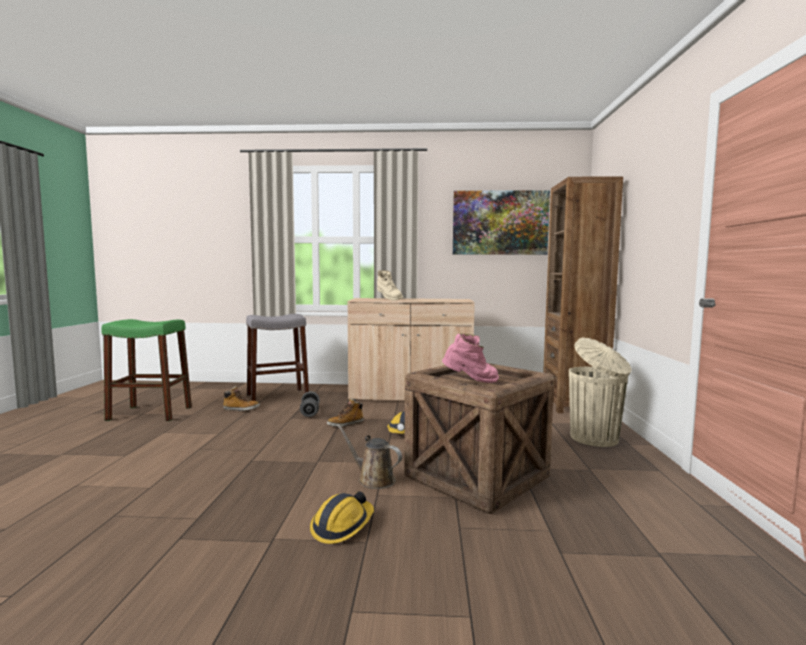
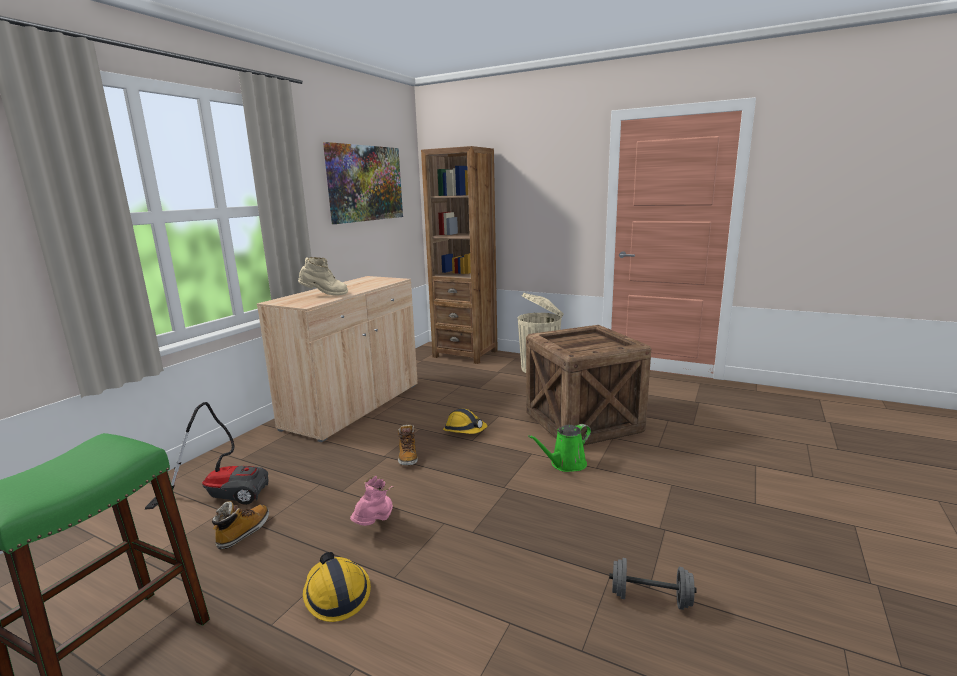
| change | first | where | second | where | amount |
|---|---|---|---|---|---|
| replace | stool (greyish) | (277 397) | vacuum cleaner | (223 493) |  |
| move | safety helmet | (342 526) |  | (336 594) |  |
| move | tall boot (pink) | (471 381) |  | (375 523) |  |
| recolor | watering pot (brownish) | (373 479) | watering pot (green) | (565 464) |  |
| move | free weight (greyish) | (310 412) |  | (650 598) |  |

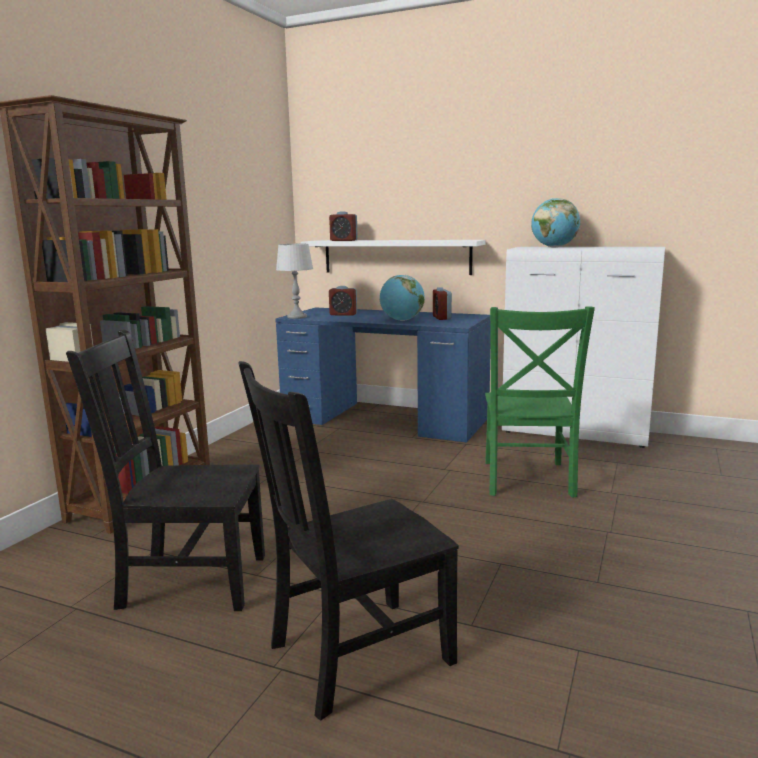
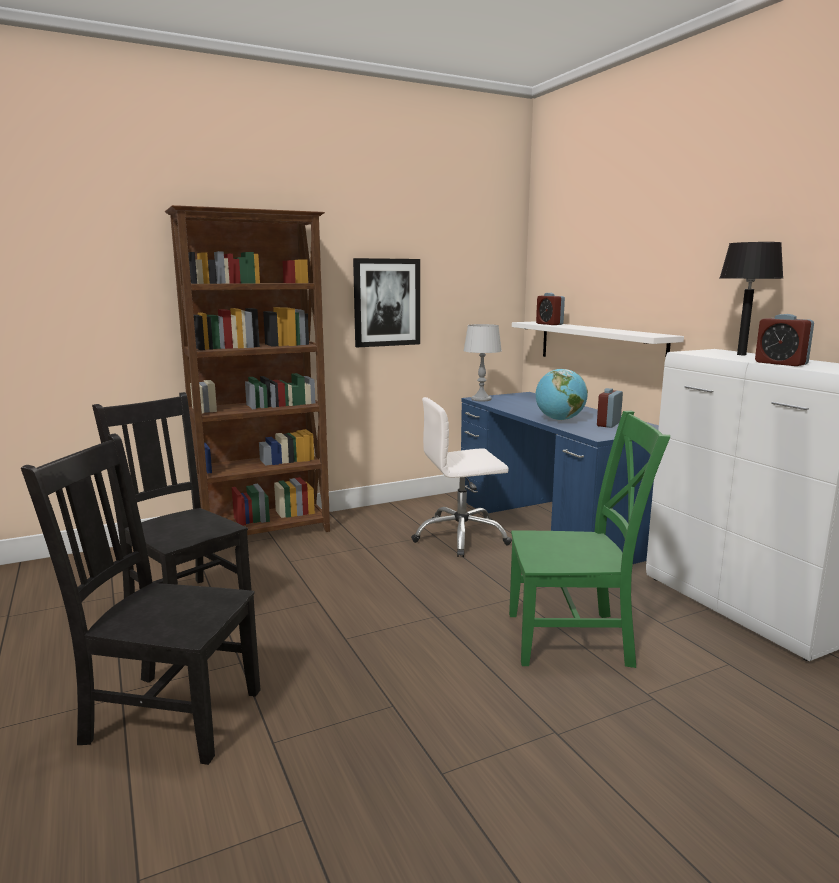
| change | first | where | second | where | amount |
|---|---|---|---|---|---|
| insert |  |  | wall art | (386 302) |  |
| insert |  |  | computer chair (white) | (461 537) |  |
| rotate | plain chair (green) | (527 480) |  | (574 639) | 135 degrees counterclockwise |
| replace | world globe | (554 247) | table lamp (black) | (742 354) |  |
| move | alarm clock | (343 314) |  | (780 363) |  |

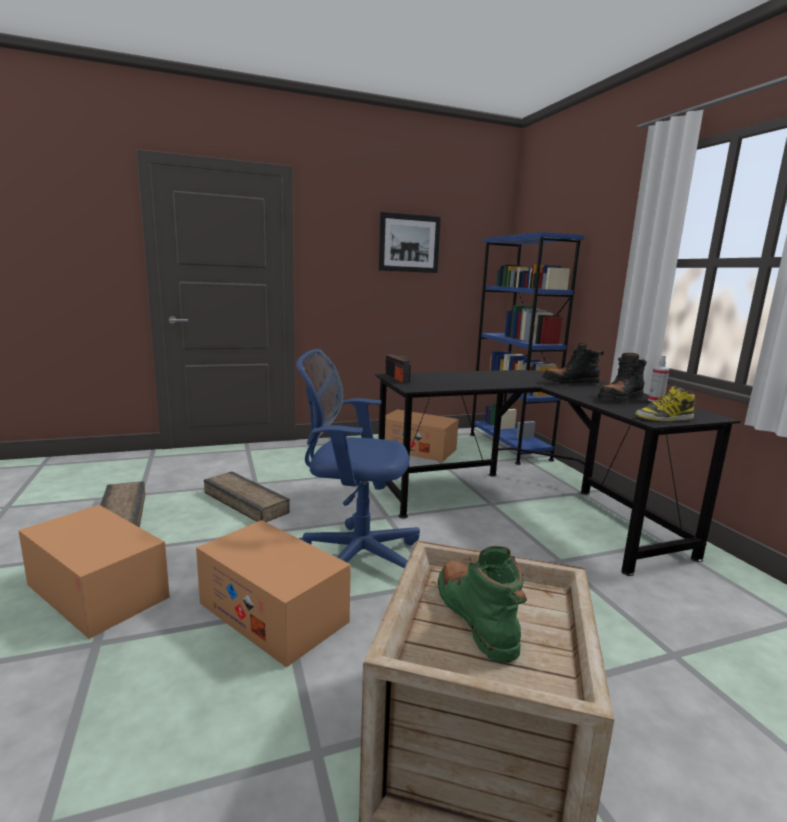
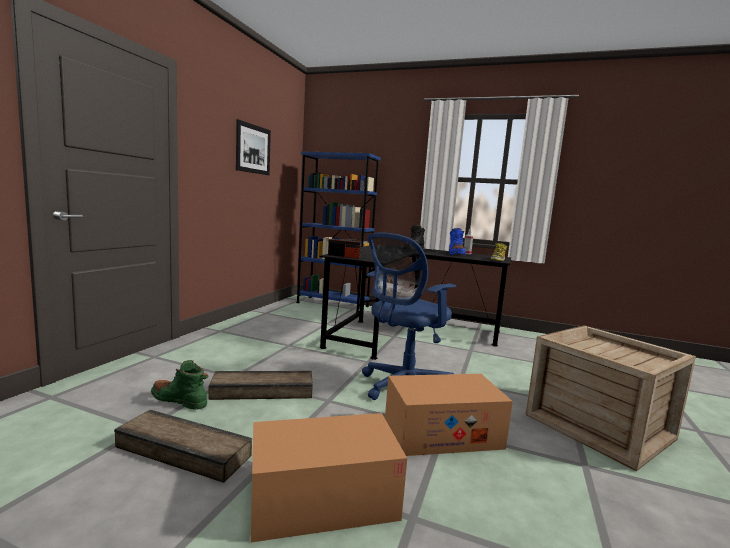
| change | first | where | second | where | amount |
|---|---|---|---|---|---|
| move | tall boot (green) | (476 618) |  | (179 400) |  |
| recolor | tall boot (black) | (620 398) | tall boot (blue-coloured) | (455 254) |  |
| delete | cardboard box | (417 449) |  |  |  |

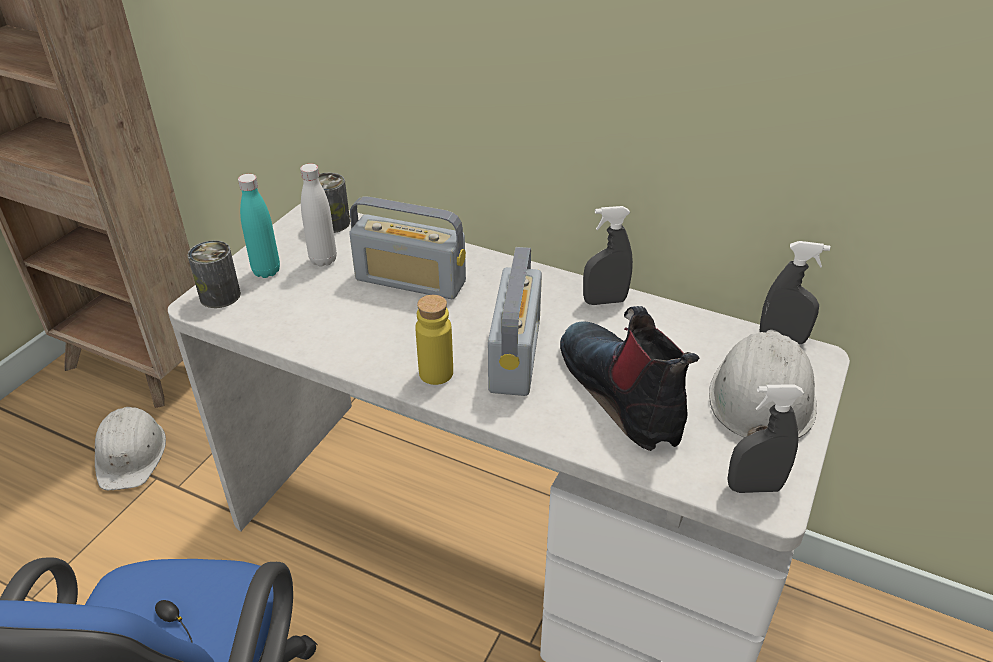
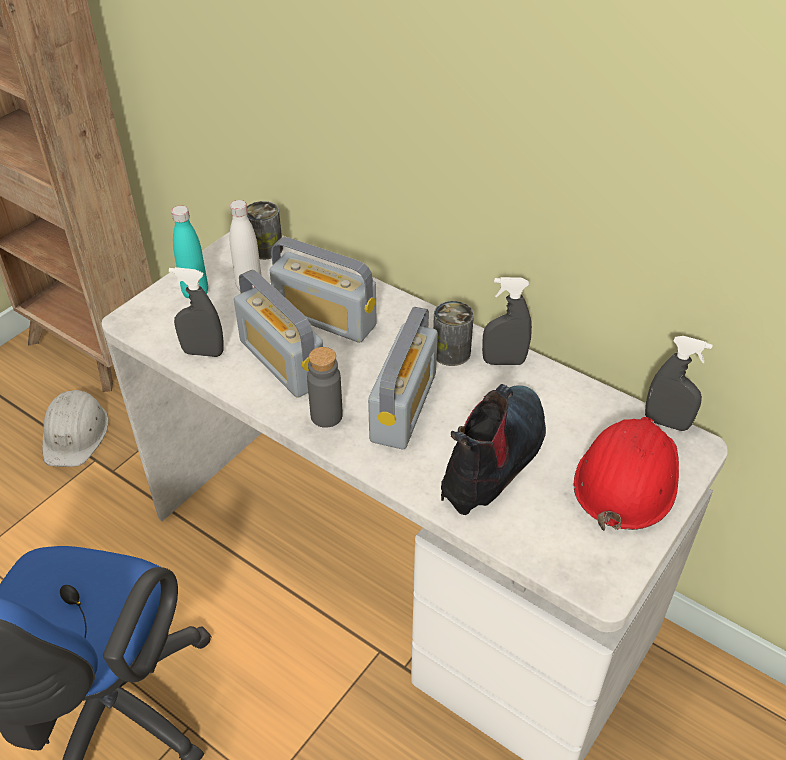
| change | first | where | second | where | amount |
|---|---|---|---|---|---|
| move | sprayer (greyish) | (754 487) |  | (203 352) |  |
| insert |  |  | radio set | (282 362) |  |
| recolor | drink bottle (yellow) | (436 373) | drink bottle (greyish) | (326 416) |  |
| move | sealed can | (220 295) |  | (451 352) |  |
| rotate | tall boot | (623 394) |  | (494 459) | 45 degrees clockwise |
| recolor | safety helmet (white) | (761 395) | safety helmet (red-coloured) | (626 479) |  |

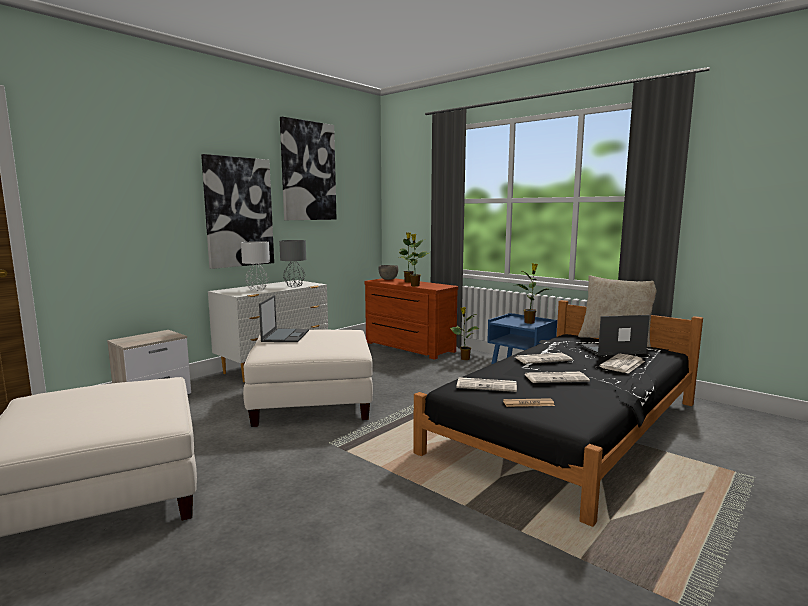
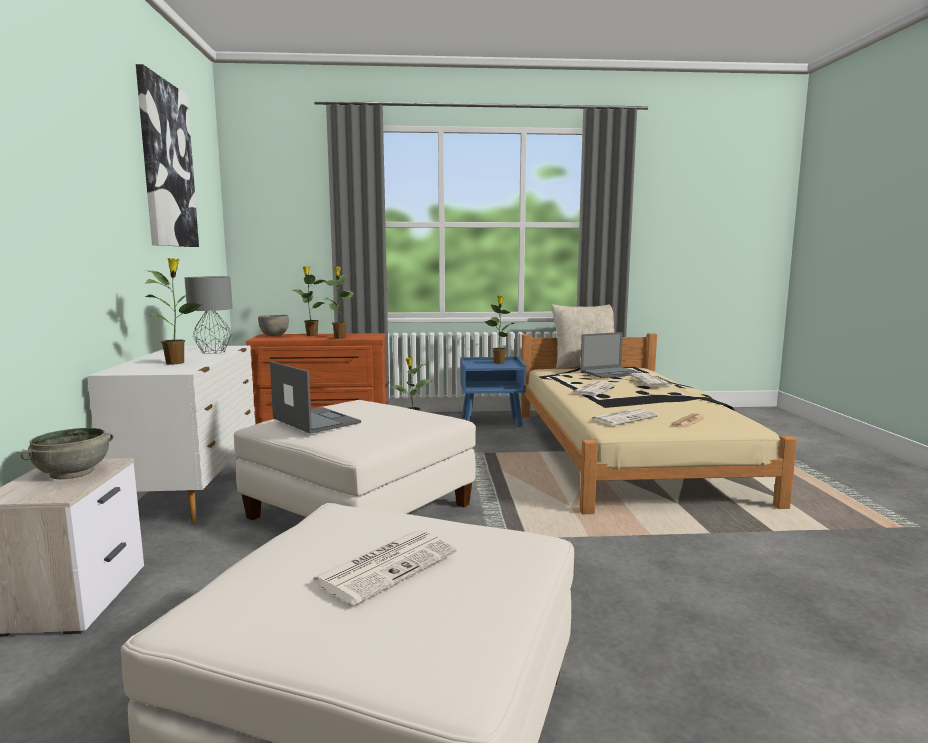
| change | first | where | second | where | amount |
|---|---|---|---|---|---|
| insert |  |  | serving bowl (greyish) | (73 473) |  |
| replace | table lamp (greyish) | (257 289) | potted plant | (176 363) |  |
| move | newspaper | (556 378) |  | (387 565) |  |
| recolor | sleeping bed (black) | (569 426) | sleeping bed (sand-coloured) | (624 451) |  |
| rotate | portable computer | (611 349) |  | (611 373) | 150 degrees counterclockwise |
| delete | wall art | (238 212) |  |  |  |

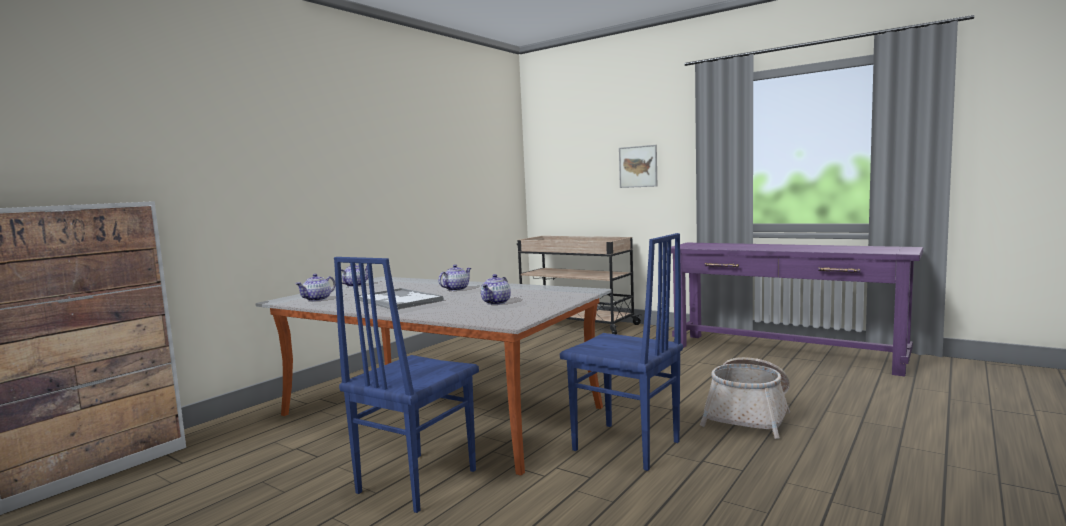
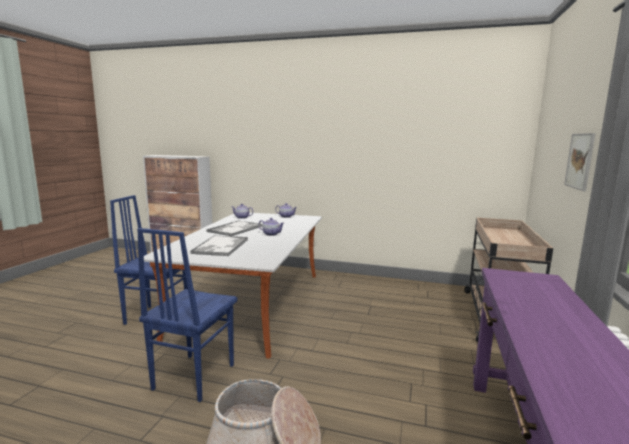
| change | first | where | second | where | amount |
|---|---|---|---|---|---|
| replace | pot for tea | (496 303) | tray | (220 246) |  |

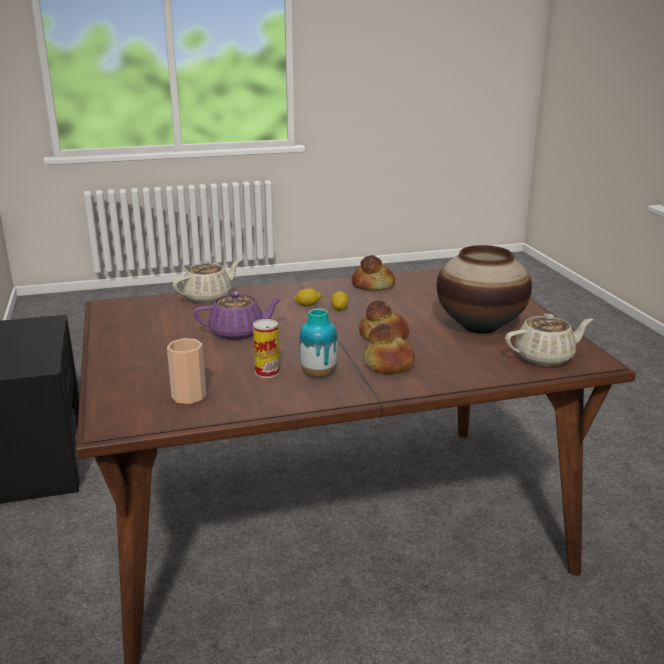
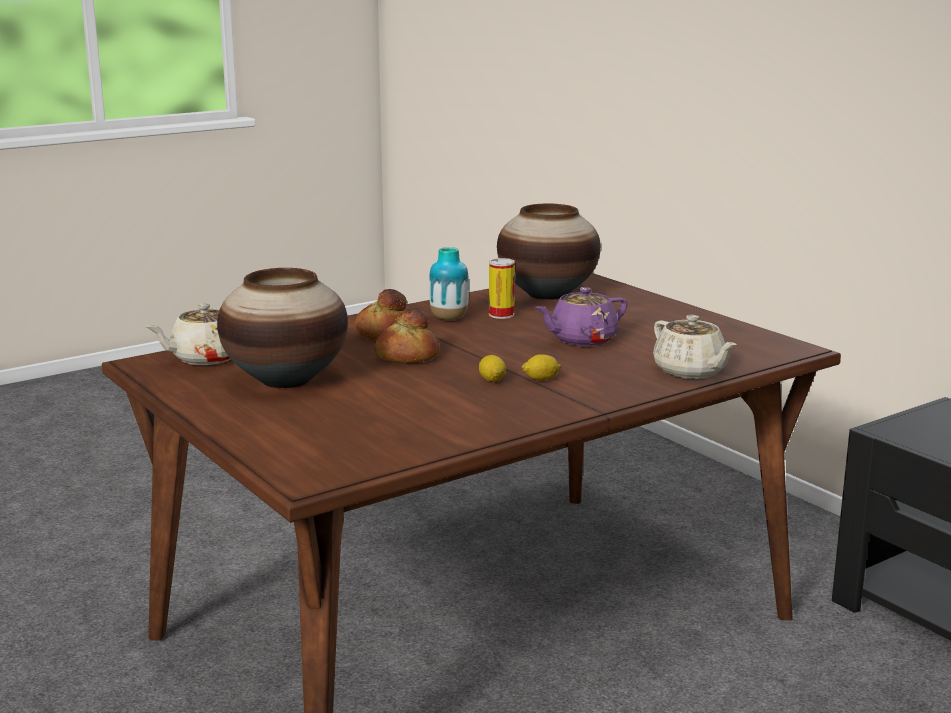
| change | first | where | second | where | amount |
|---|---|---|---|---|---|
| replace | small cup | (189 396) | decorative vase | (548 295) |  |
| rotate | pot for tea (sand-coloured) | (208 297) |  | (690 372) | 60 degrees counterclockwise |
| delete | bakery bread | (373 285) |  |  |  |

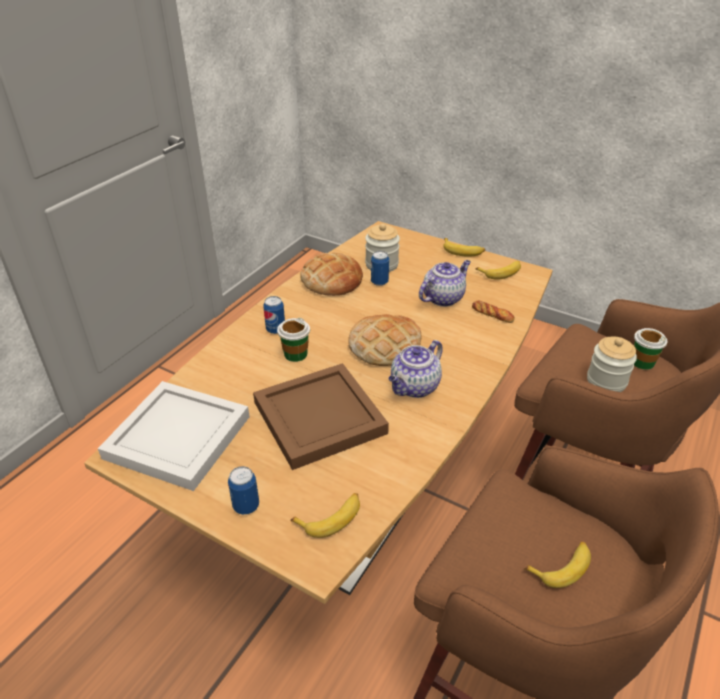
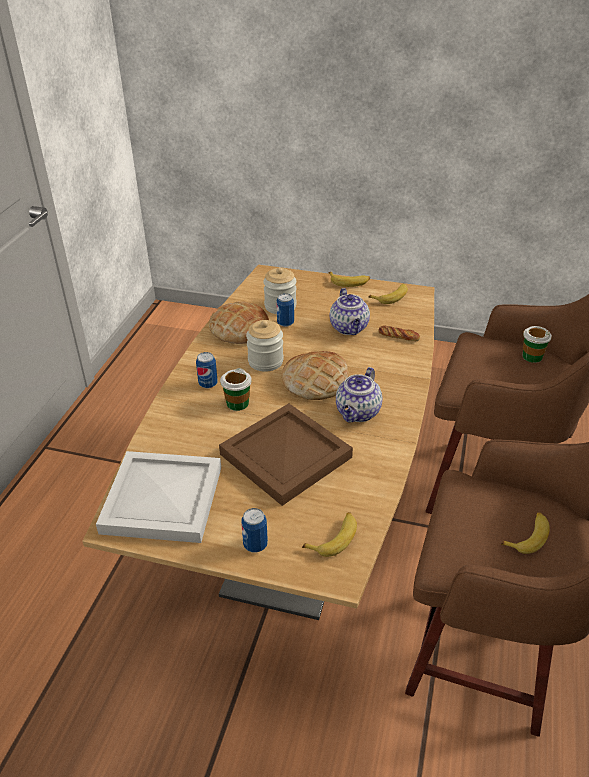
| change | first | where | second | where | amount |
|---|---|---|---|---|---|
| move | preserve jar | (606 381) |  | (265 361) |  |
| rotate | pot for tea | (443 298) |  | (349 328) | 135 degrees clockwise |

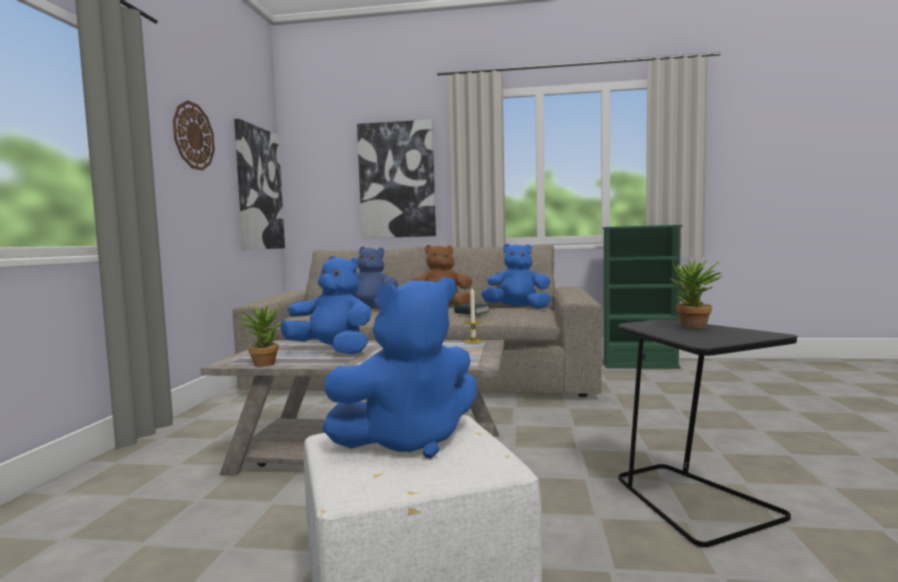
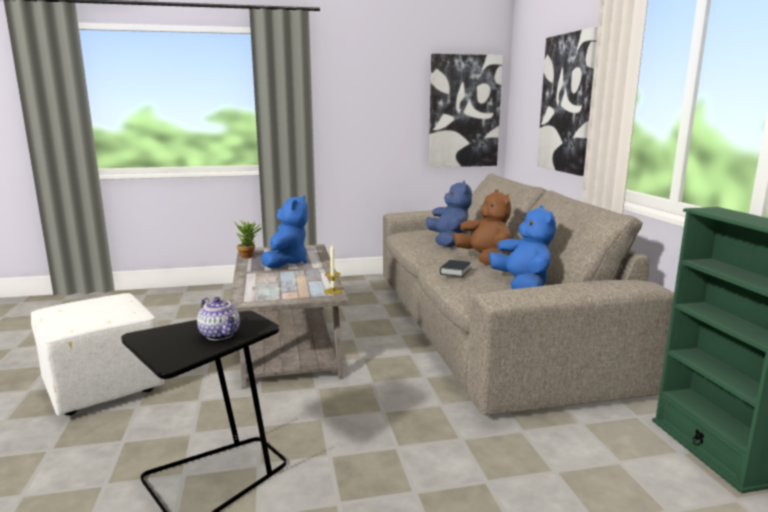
| change | first | where | second | where | amount |
|---|---|---|---|---|---|
| replace | potted plant | (693 327) | pot for tea | (221 335) |  |
| delete | wall clock | (193 136) |  |  |  |
| delete | cuddly toy (blue-coloured) | (409 441) |  |  |  |

